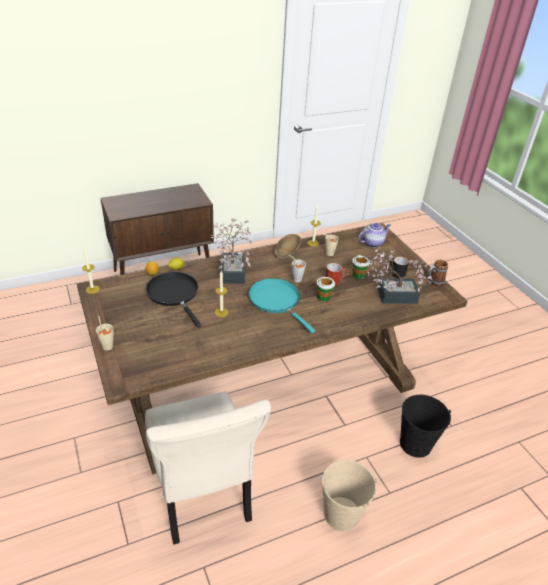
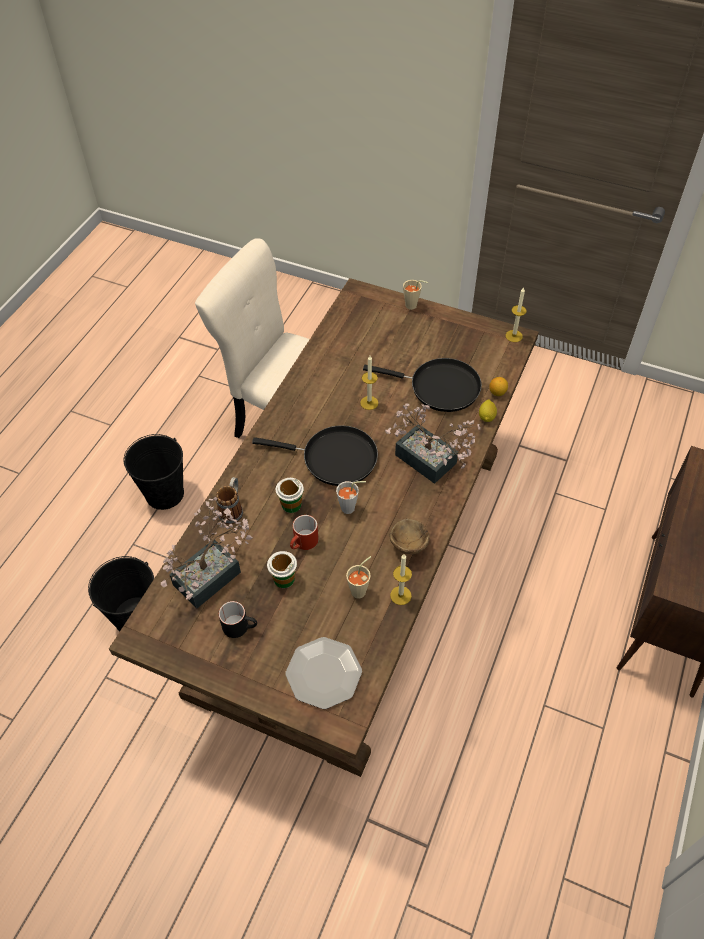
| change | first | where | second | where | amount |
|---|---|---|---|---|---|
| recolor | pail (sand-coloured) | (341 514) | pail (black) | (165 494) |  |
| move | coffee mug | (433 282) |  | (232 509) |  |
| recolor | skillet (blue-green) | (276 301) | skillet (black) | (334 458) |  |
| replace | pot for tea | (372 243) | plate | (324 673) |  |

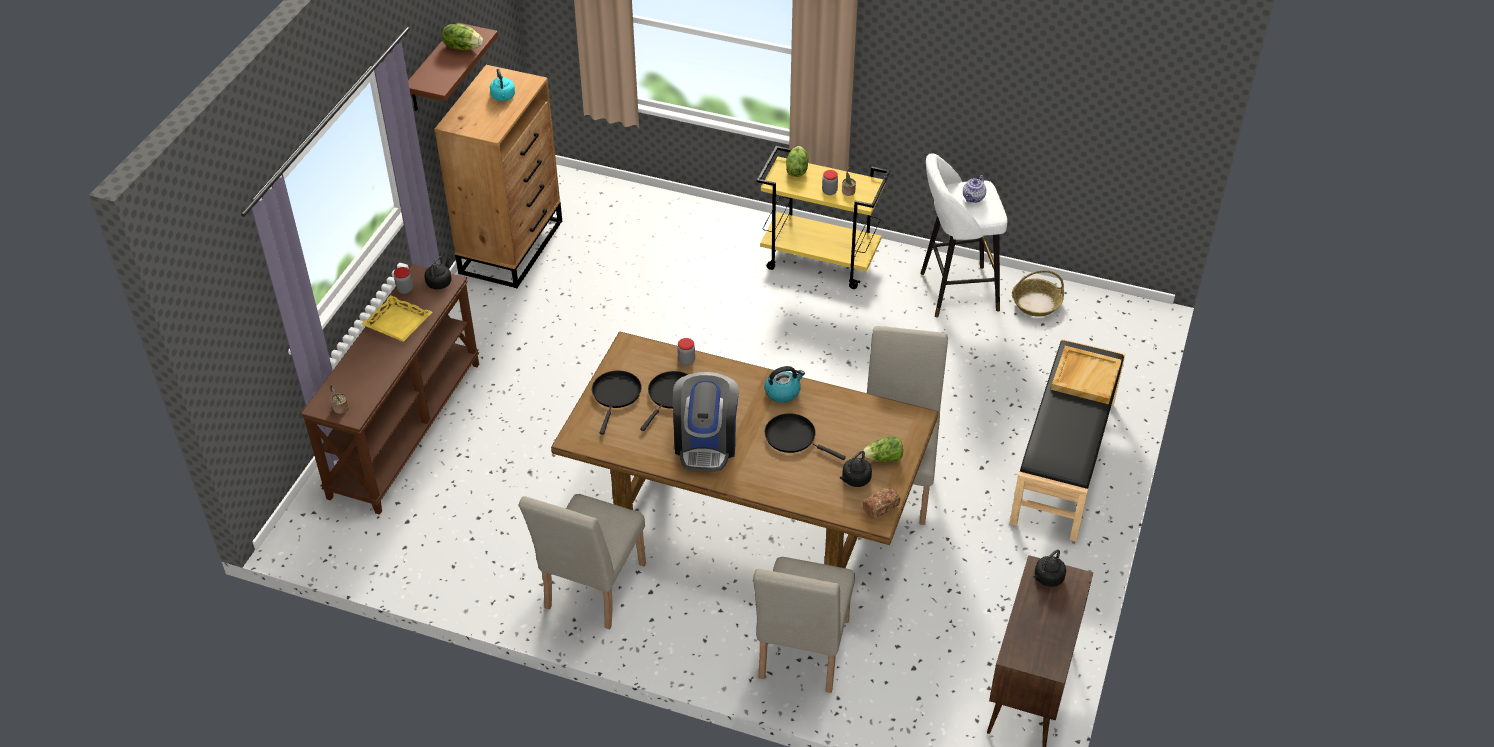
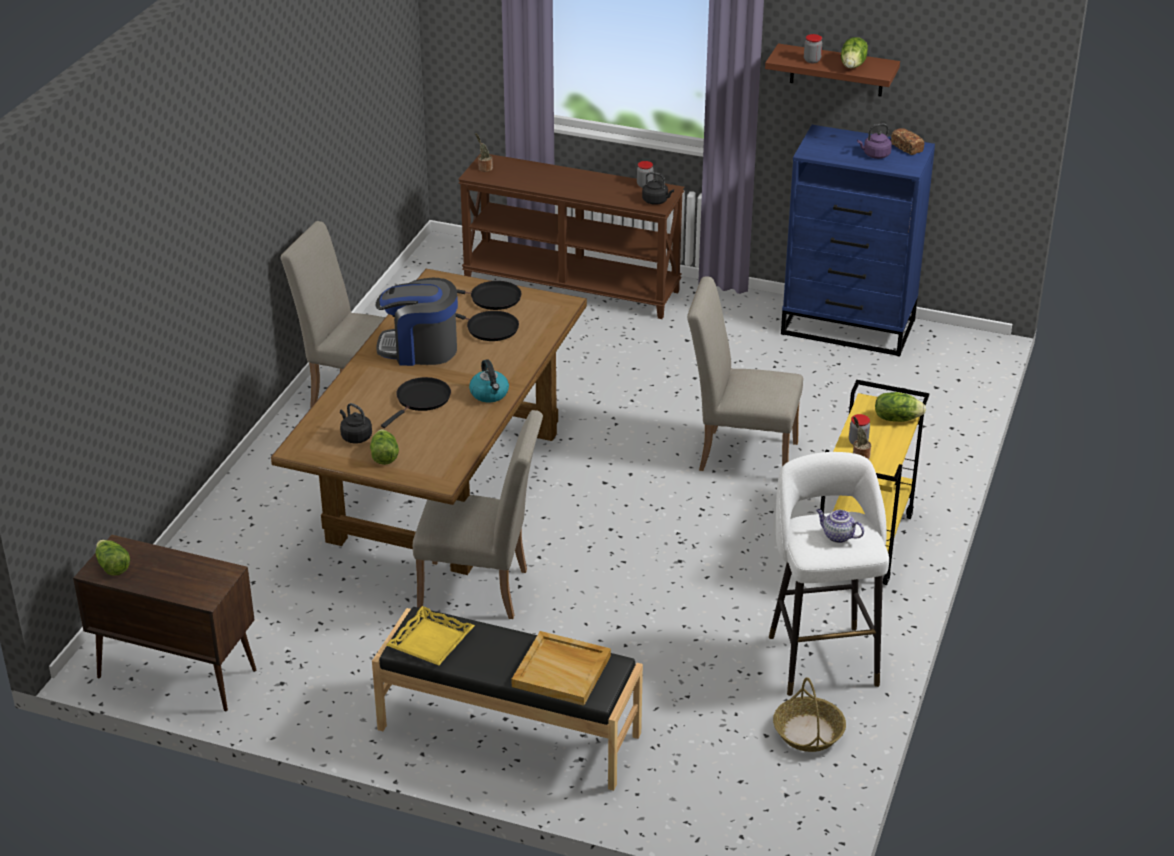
| change | first | where | second | where | amount |
|---|---|---|---|---|---|
| insert |  |  | lettuce head | (112 566) |  |
| move | tray (yellow) | (397 323) |  | (430 641) |  |
| move | plain chair (sand-coloured) | (801 656) |  | (740 454) |  |
| recolor | drawer chest (brownish) | (512 246) | drawer chest (blue-coloured) | (849 327) |  |
| move | preserve jar | (686 361) |  | (812 60) |  |
| recolor | kettle (blue-green) | (503 97) | kettle (purple) | (875 155) |  |
| move | bakery bread | (881 507) |  | (907 148) |  |
| delete | kettle (black) | (1047 578) |  |  |  |

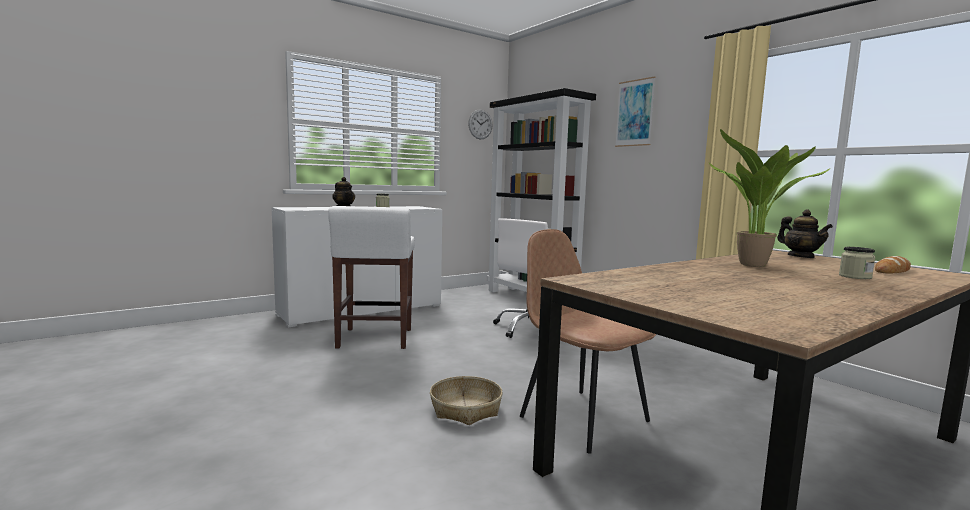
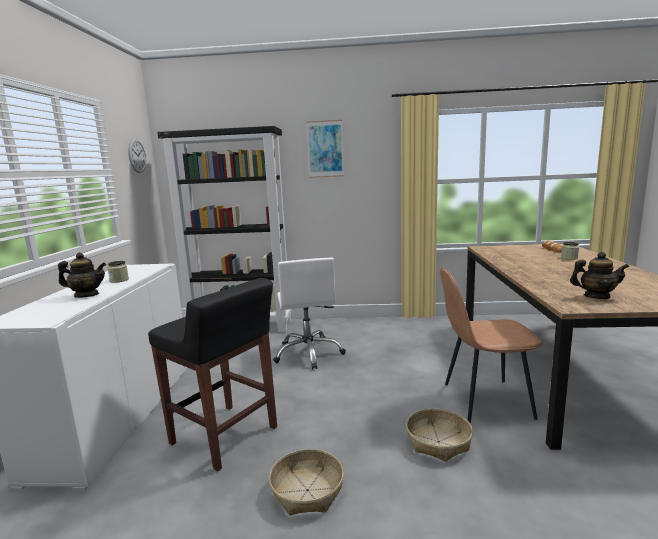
| change | first | where | second | where | amount |
|---|---|---|---|---|---|
| recolor | stool (white) | (374 339) | stool (black) | (225 436) |  |
| insert |  |  | storage basket | (307 490) |  |
| move | pot for tea | (801 257) |  | (596 296) |  |
| delete | potted plant | (754 266) |  |  |  |

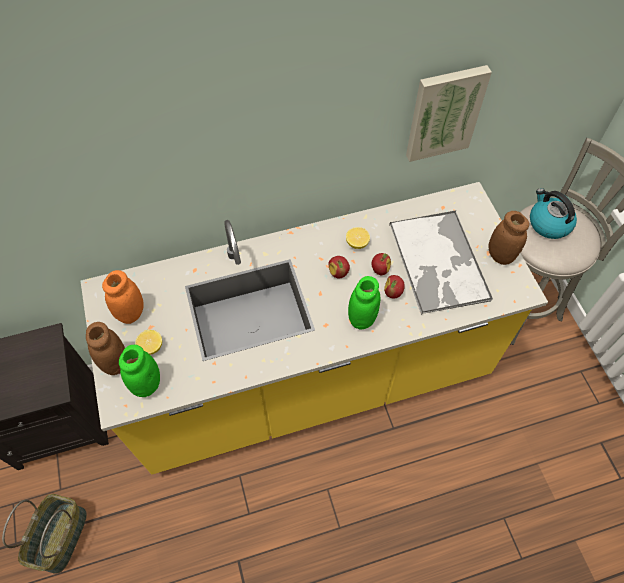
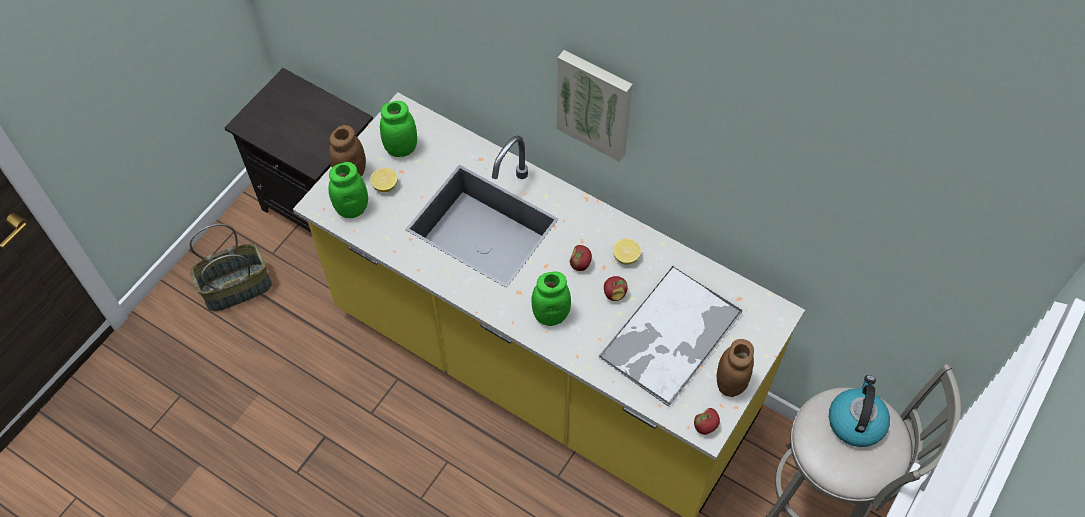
| change | first | where | second | where | amount |
|---|---|---|---|---|---|
| recolor | preserve jar (orange-coloured) | (131 313) | preserve jar (green) | (401 149) |  |
| move | wall art | (444 112) |  | (595 103) |  |
| move | whole apple | (393 293) |  | (705 427) |  |

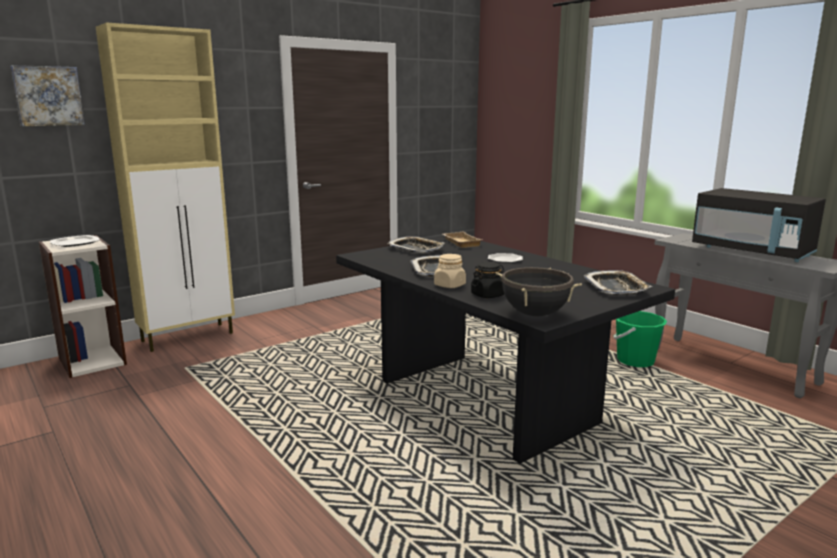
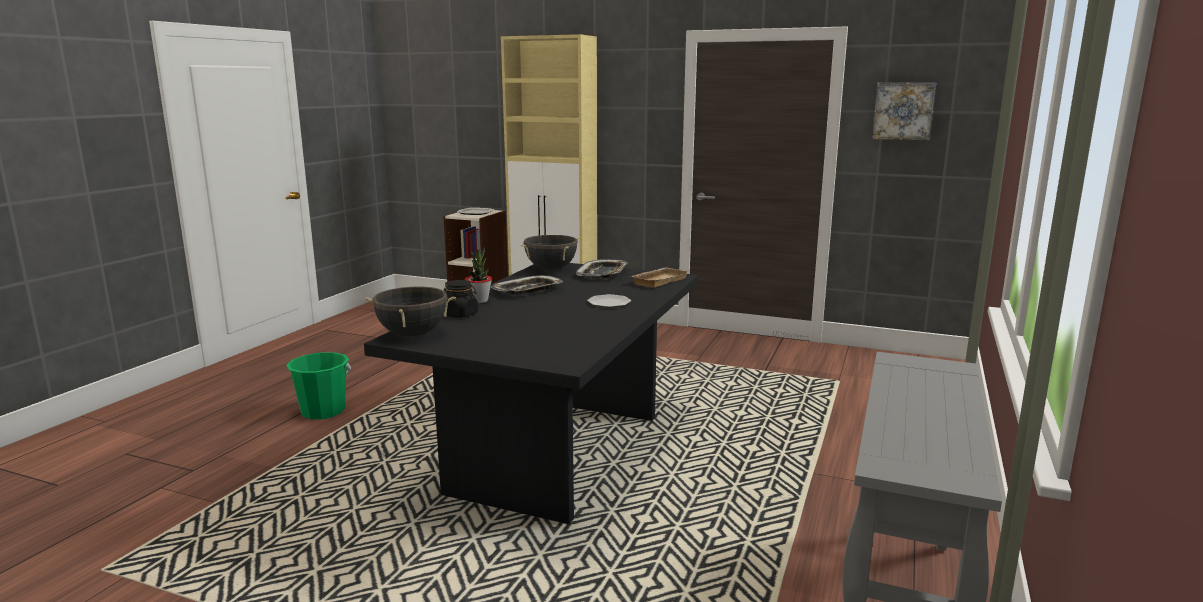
| change | first | where | second | where | amount |
|---|---|---|---|---|---|
| move | pail (green) | (635 361) |  | (323 411) |  |
| replace | preserve jar (sand-coloured) | (449 285) | potted plant | (479 300) |  |
| insert |  |  | stockpot (black) | (551 269) |  |
| move | wall art | (48 96) |  | (903 111) |  |
| delete | tray | (616 288) |  |  |  |
| delete | kitchen microwave (black) | (752 252) |  |  |  |

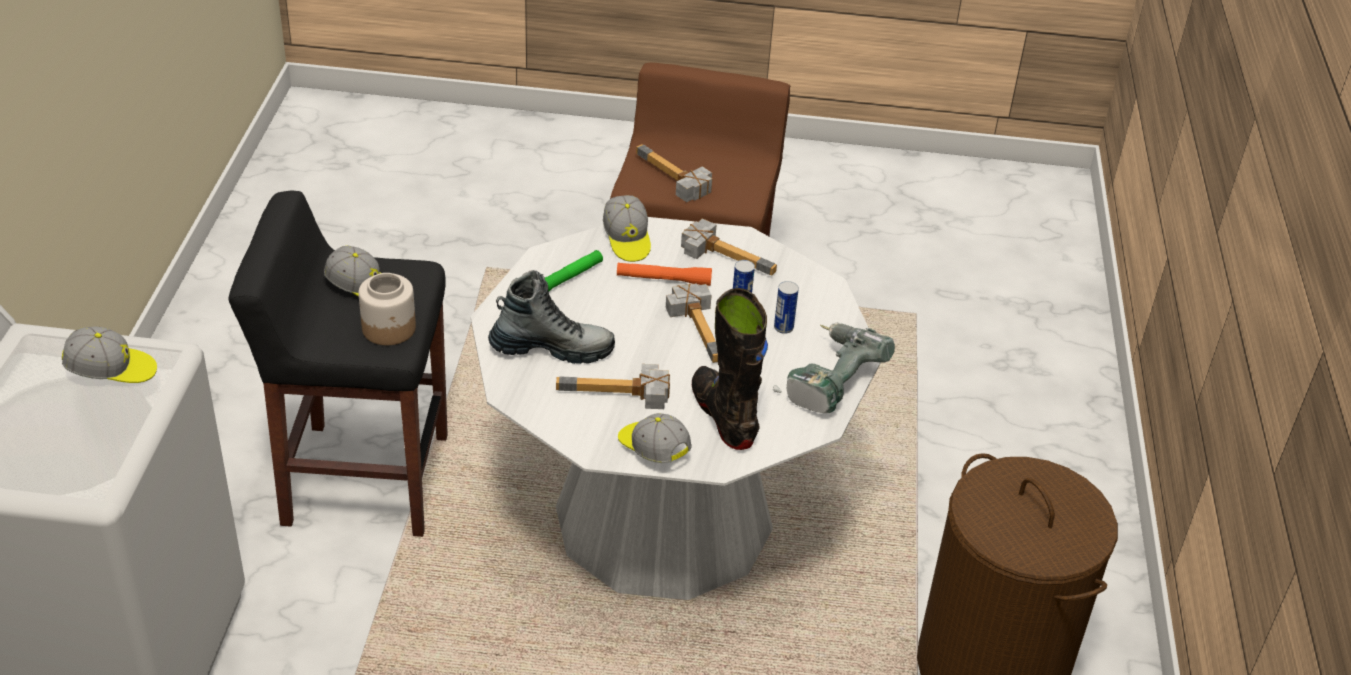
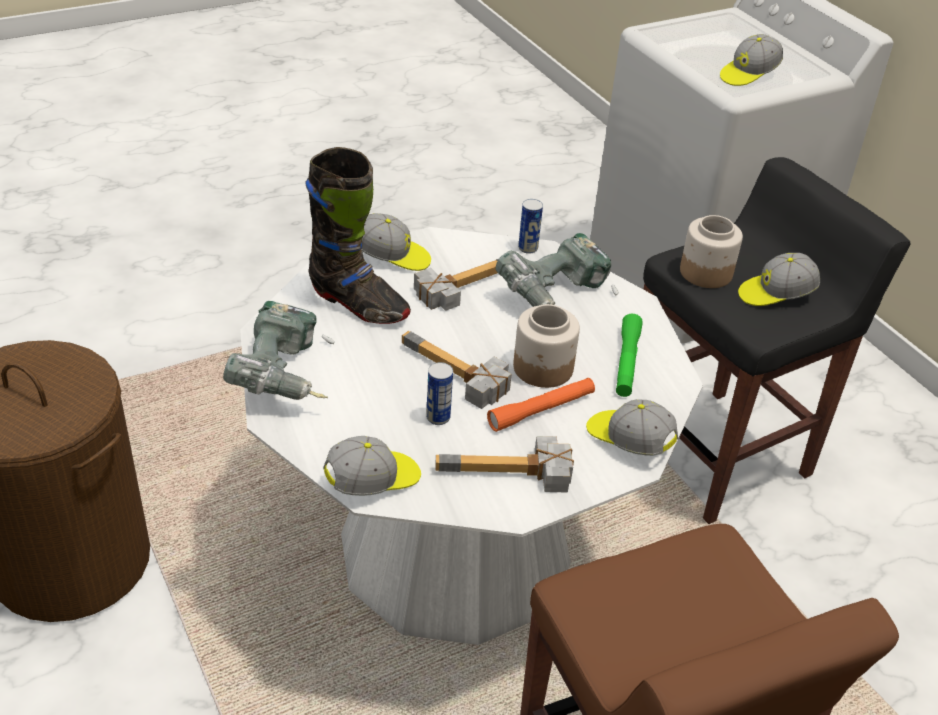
| change | first | where | second | where | amount |
|---|---|---|---|---|---|
| insert |  |  | cap | (373 481) |  |
| replace | tall boot | (552 349) | electric drill | (558 298) |  |
| insert |  |  | preserve jar | (543 368) |  |
| move | sealed can | (783 327) |  | (528 248) |  |
| delete | hand hammer | (669 179) |  |  |  |

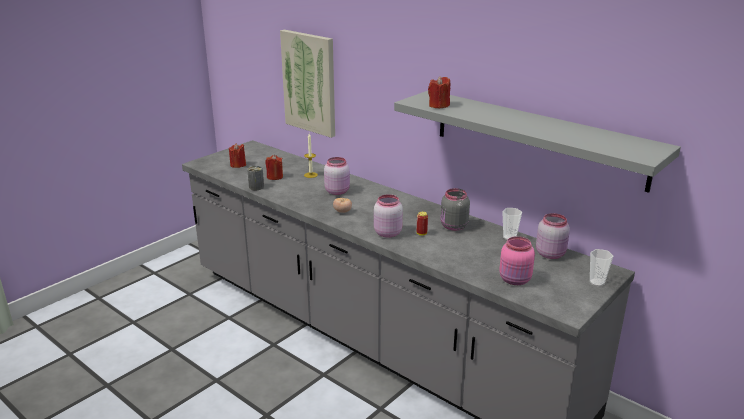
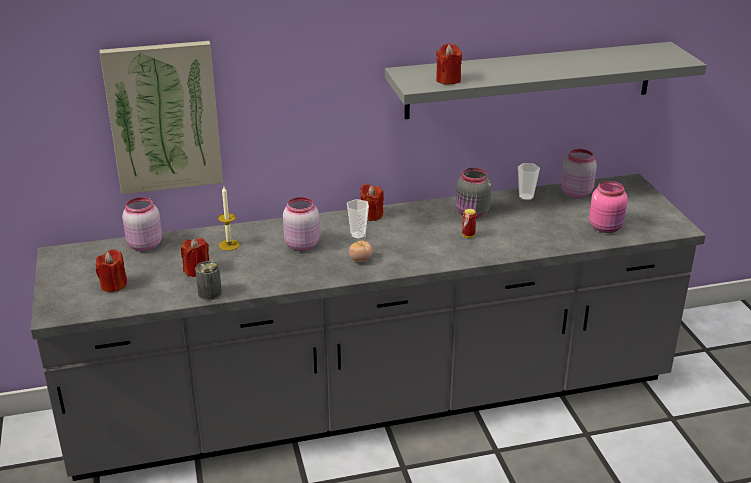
| change | first | where | second | where | amount |
|---|---|---|---|---|---|
| move | preserve jar (pink) | (387 233) |  | (144 245) |  |
| move | small cup | (596 282) |  | (358 235) |  |
| insert |  |  | wax light (red-coloured) | (371 215) |  |

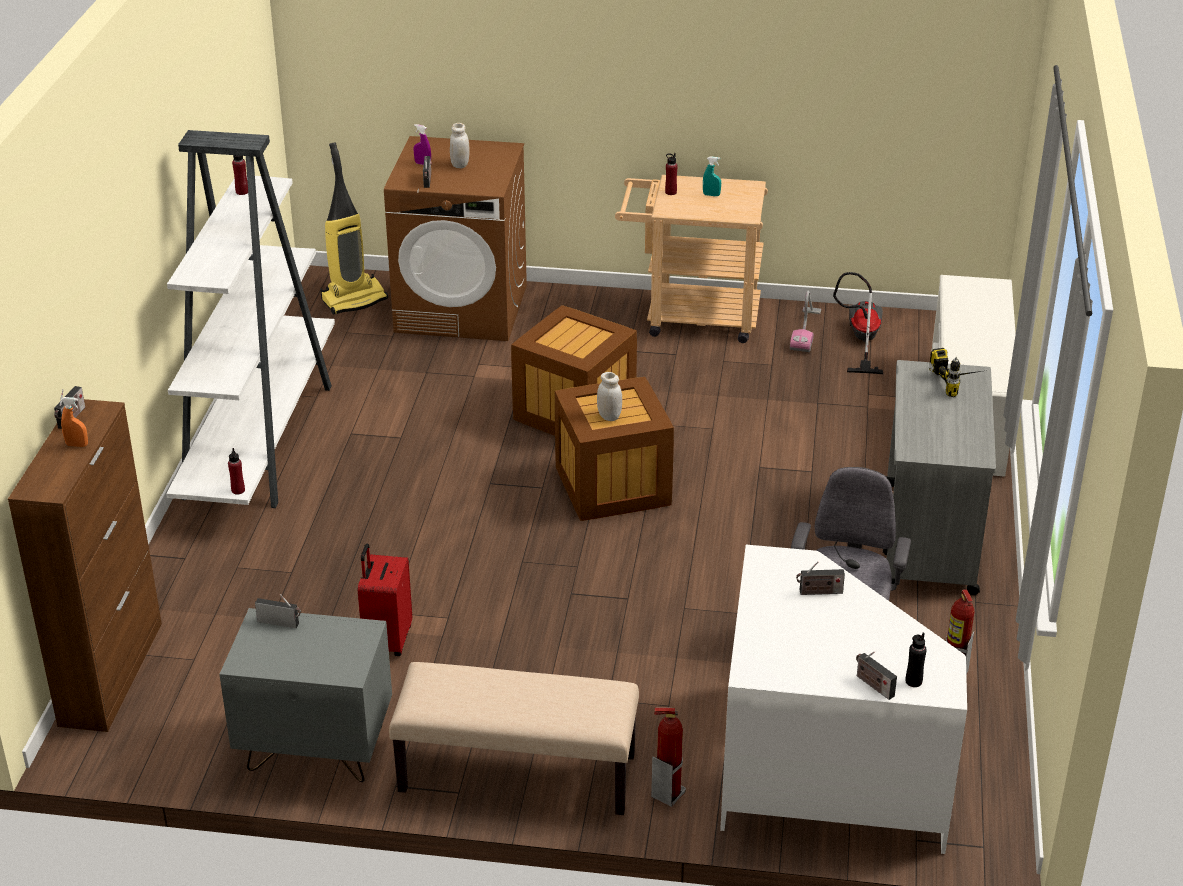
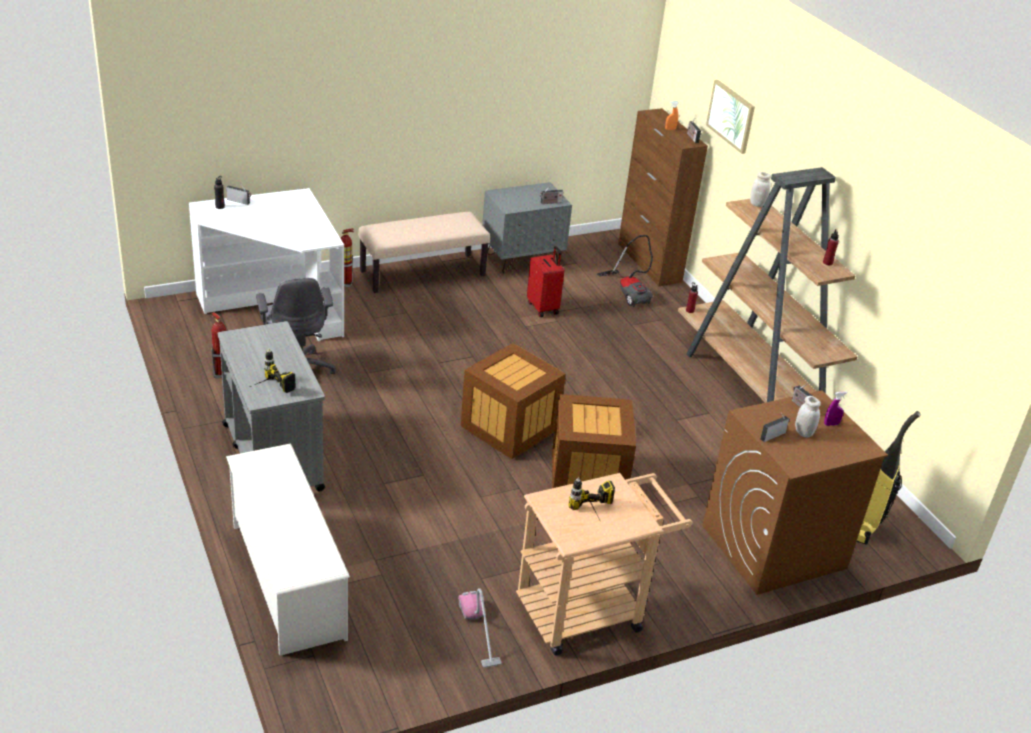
| change | first | where | second | where | amount |
|---|---|---|---|---|---|
| replace | sprayer (blue-green) | (711 195) | electric drill | (594 515) |  |
| move | vacuum cleaner | (860 340) |  | (629 292) |  |
| recolor | bookcase (white) | (260 438) | bookcase (brownish) | (755 392) |  |
| insert |  |  | wall art | (731 116) |  |
| move | preserve jar (white) | (609 416) |  | (757 204) |  |
| move | radio set | (818 592) |  | (773 435) |  |
| delete | drink bottle (red-coloured) | (670 192) |  |  |  |

